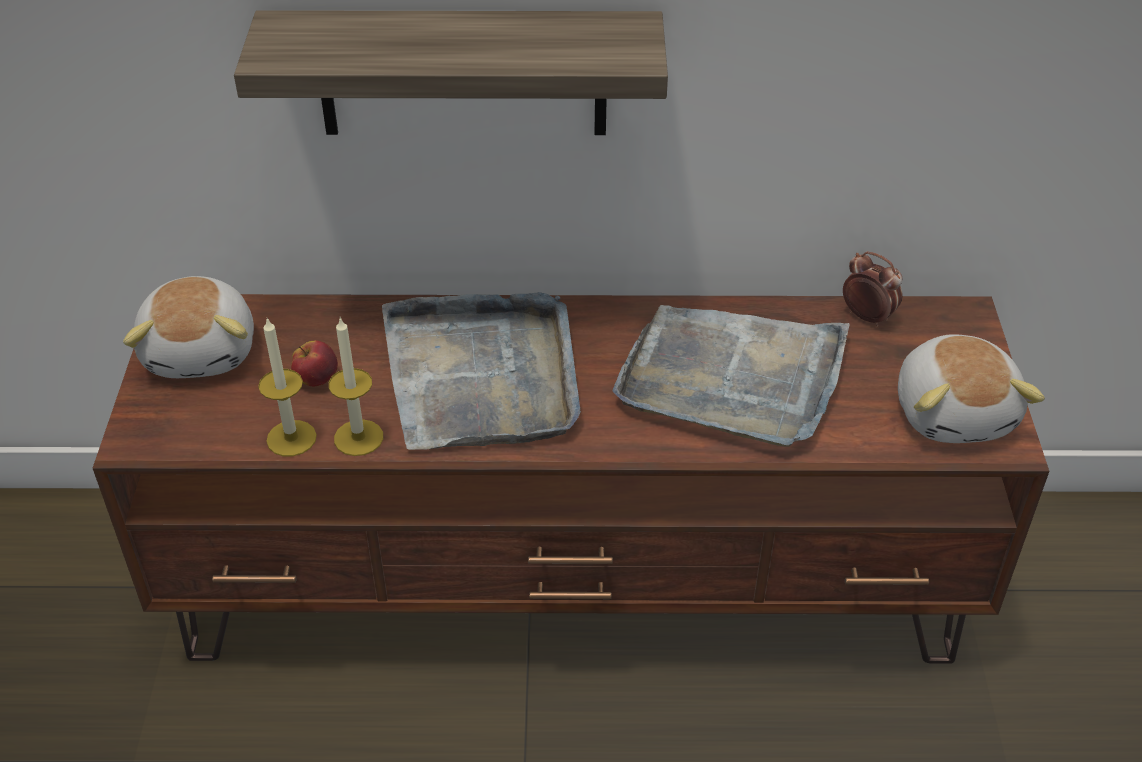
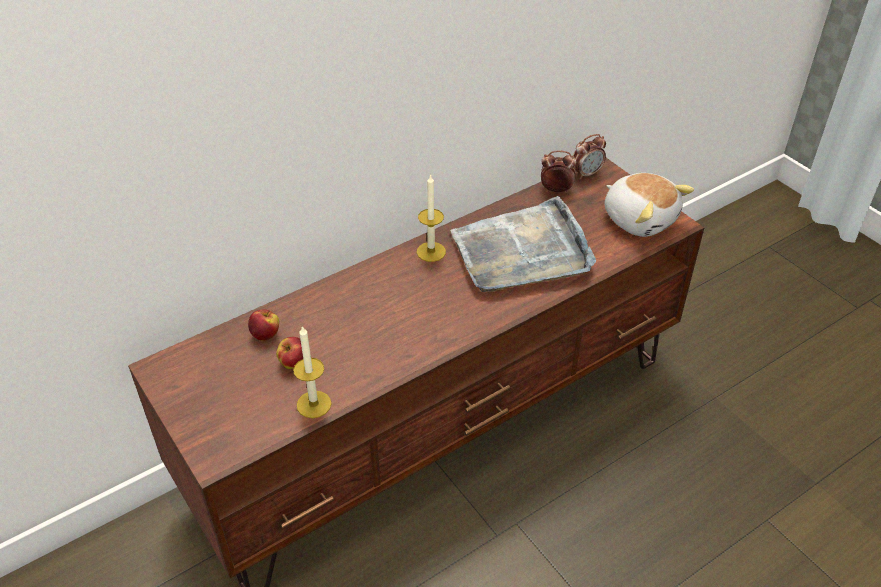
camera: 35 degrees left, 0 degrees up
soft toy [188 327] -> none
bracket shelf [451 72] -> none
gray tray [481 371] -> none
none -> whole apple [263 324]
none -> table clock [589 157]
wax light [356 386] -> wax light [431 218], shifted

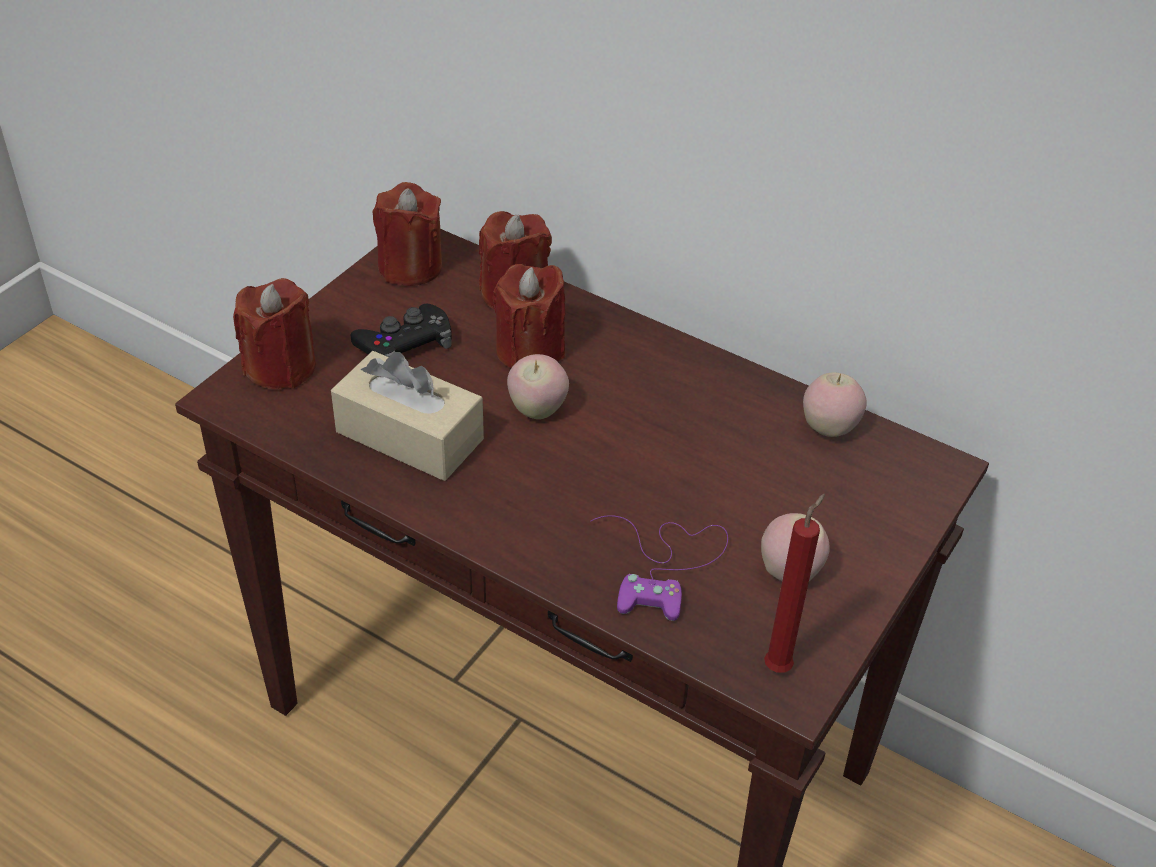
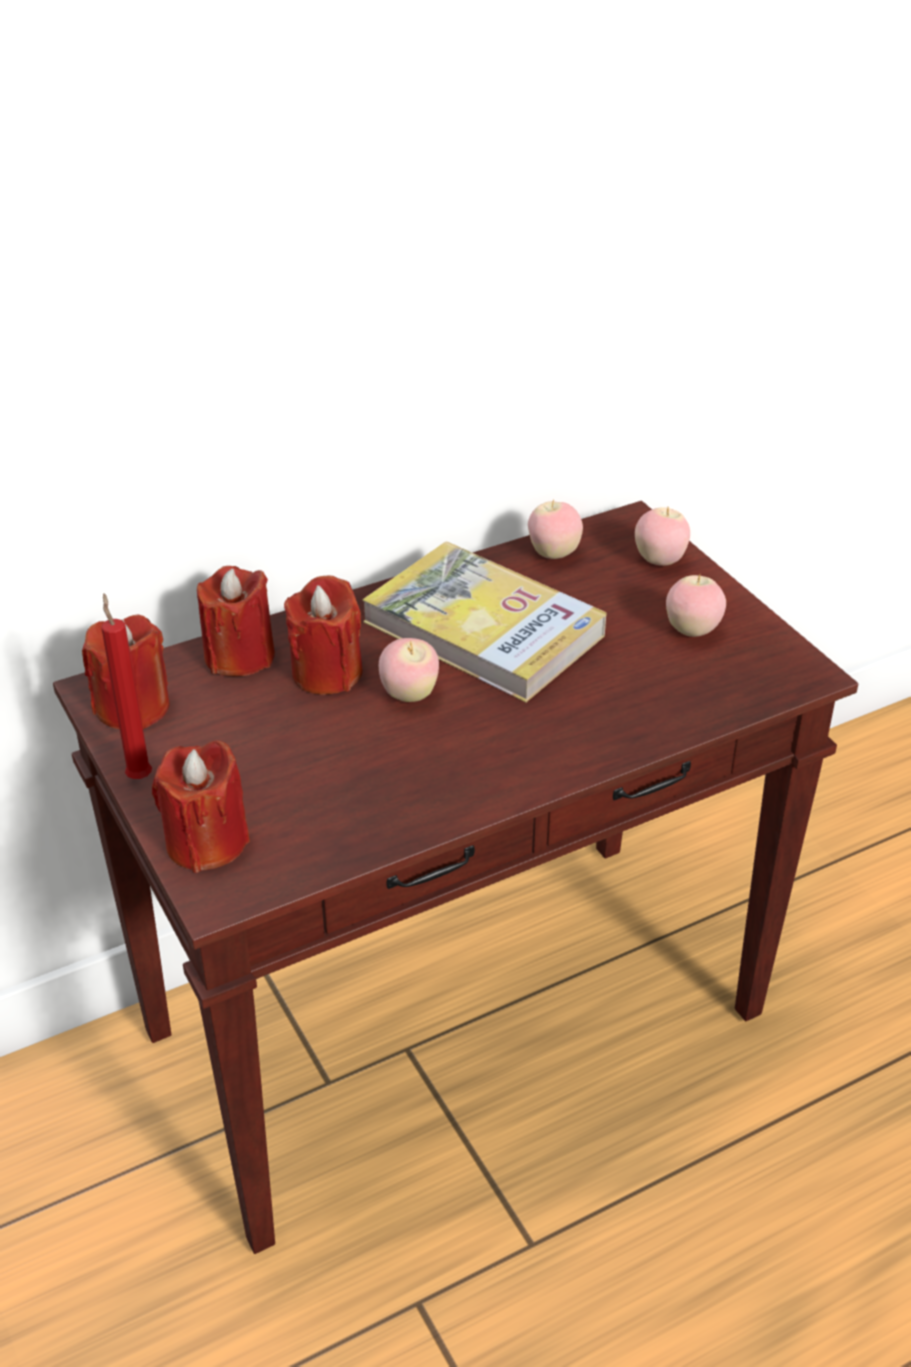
camera: 60 degrees left, 5 degrees down
beige-coloured tissue box [407 416] -> none
black-coloured joypad [401 330] -> none
purple joypad [659 568] -> none
none -> volume [484 622]
none -> whole apple [662 536]
red wax light [794 583] -> red wax light [126 686], shifted

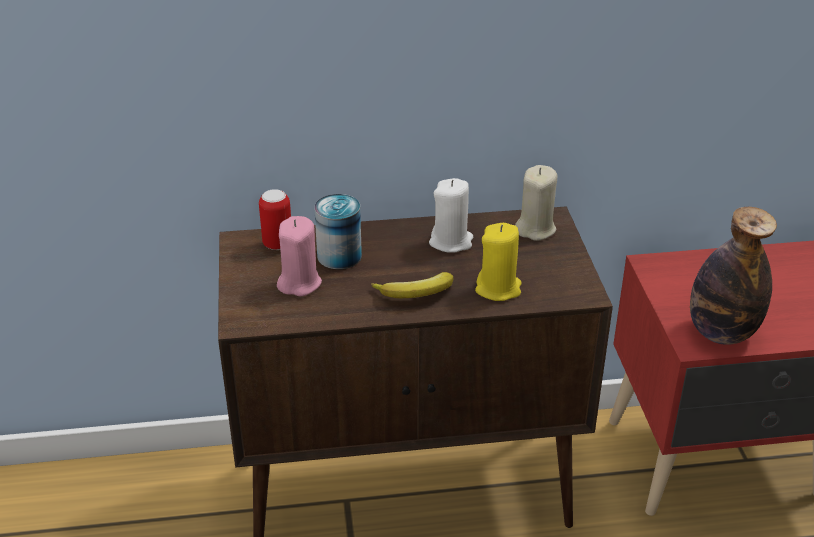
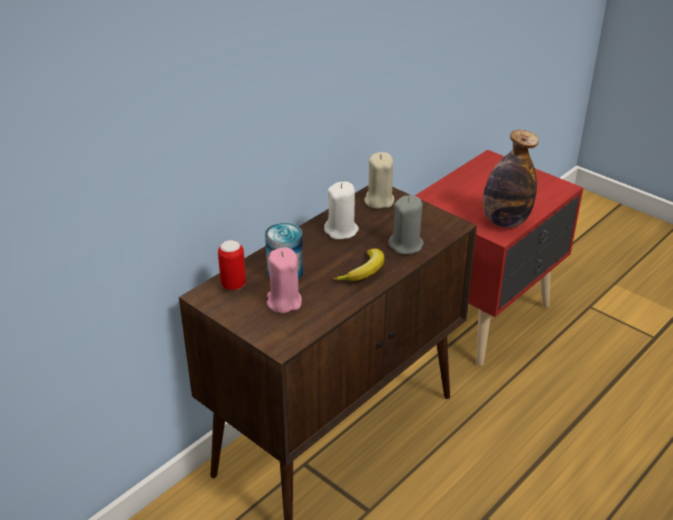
camera: 40 degrees left, 0 degrees up
yellowish wax light [498 262] -> gray wax light [406 224]

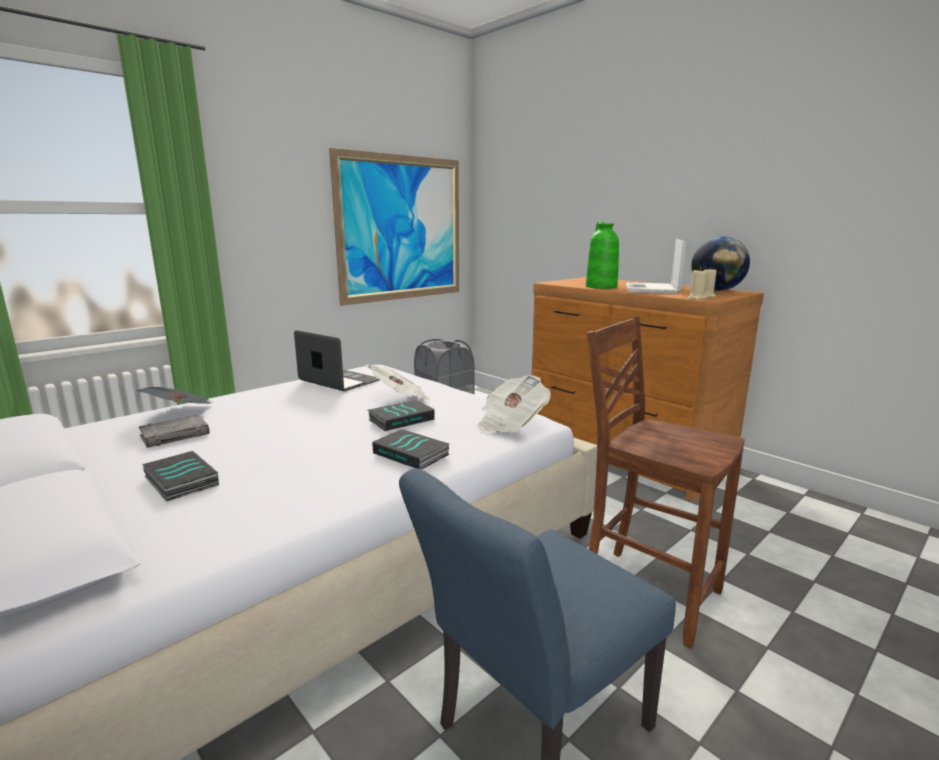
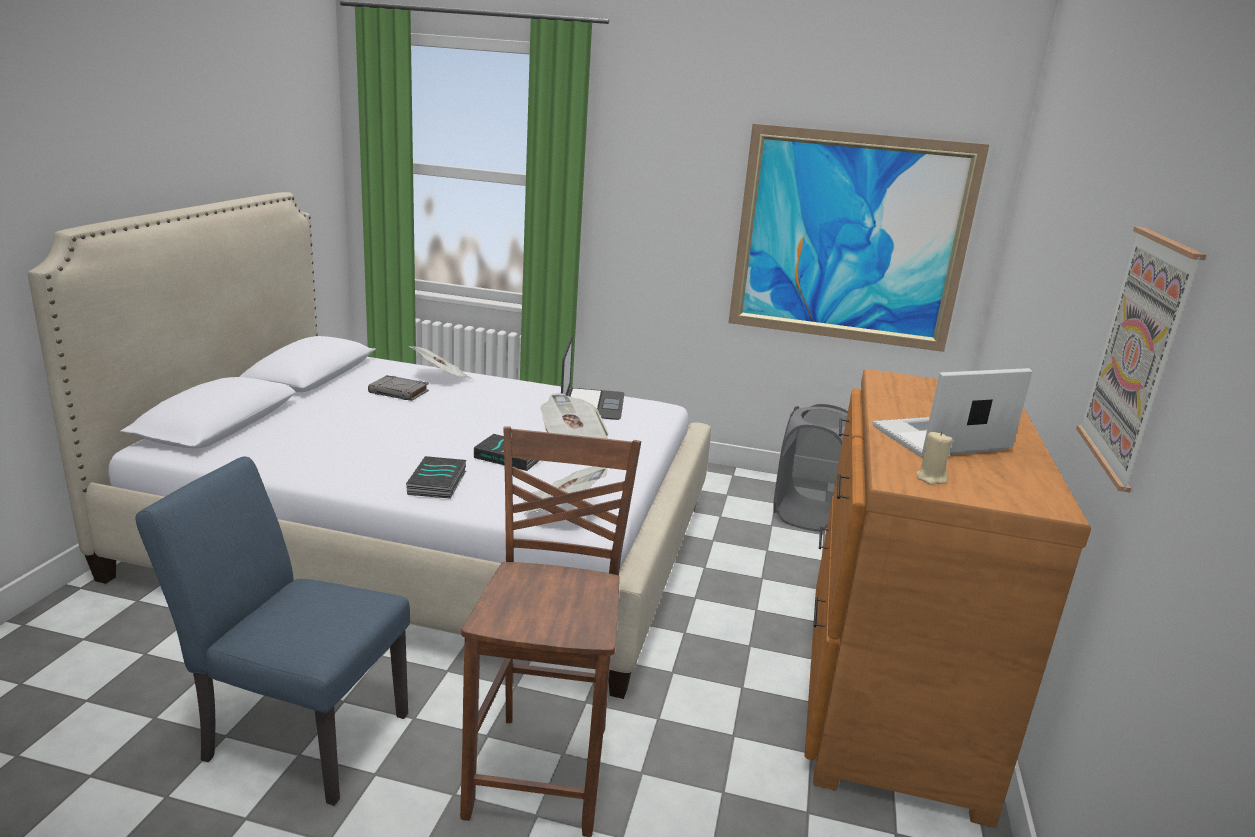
camera: 55 degrees right, 5 degrees up
volume [180 476] -> none
green vase [602 255] -> none
beige-coloured wax light [697 284] -> none
desk globe [720 263] -> none
none -> wall art [1141 359]

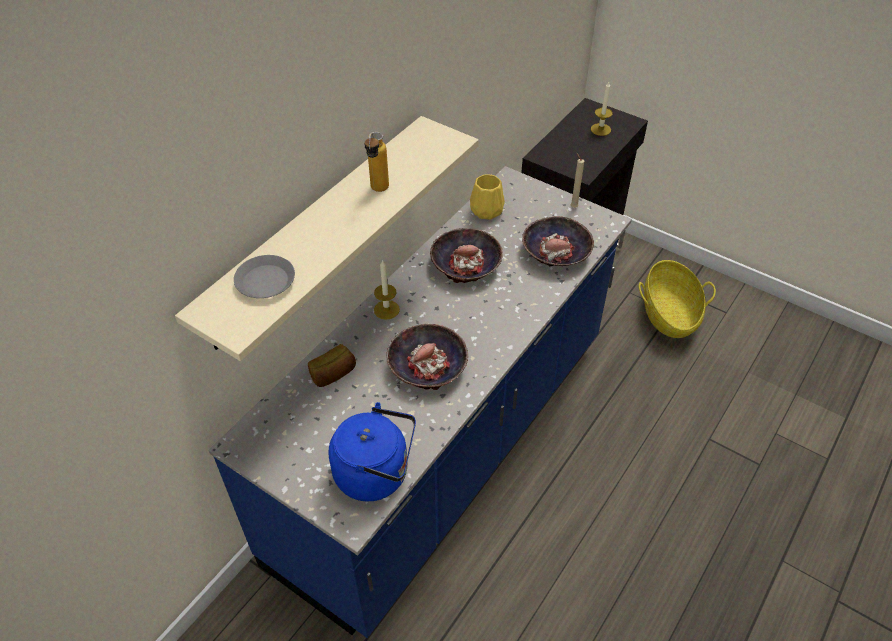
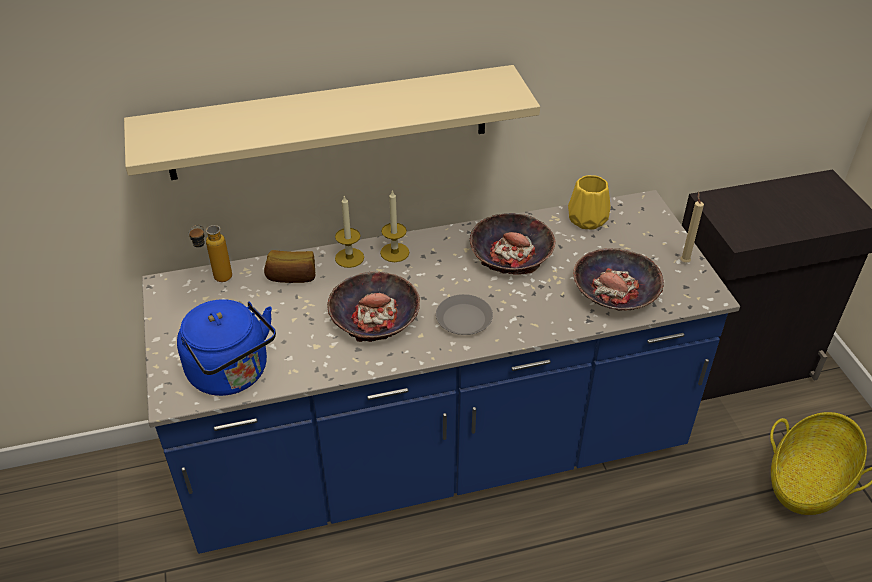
camera: 40 degrees right, 5 degrees down
gray plate [264 276] -> gray plate [464 314], shifted
bottle [376 162] -> bottle [210 253], shifted
wax light [602 109] -> wax light [349 232], shifted

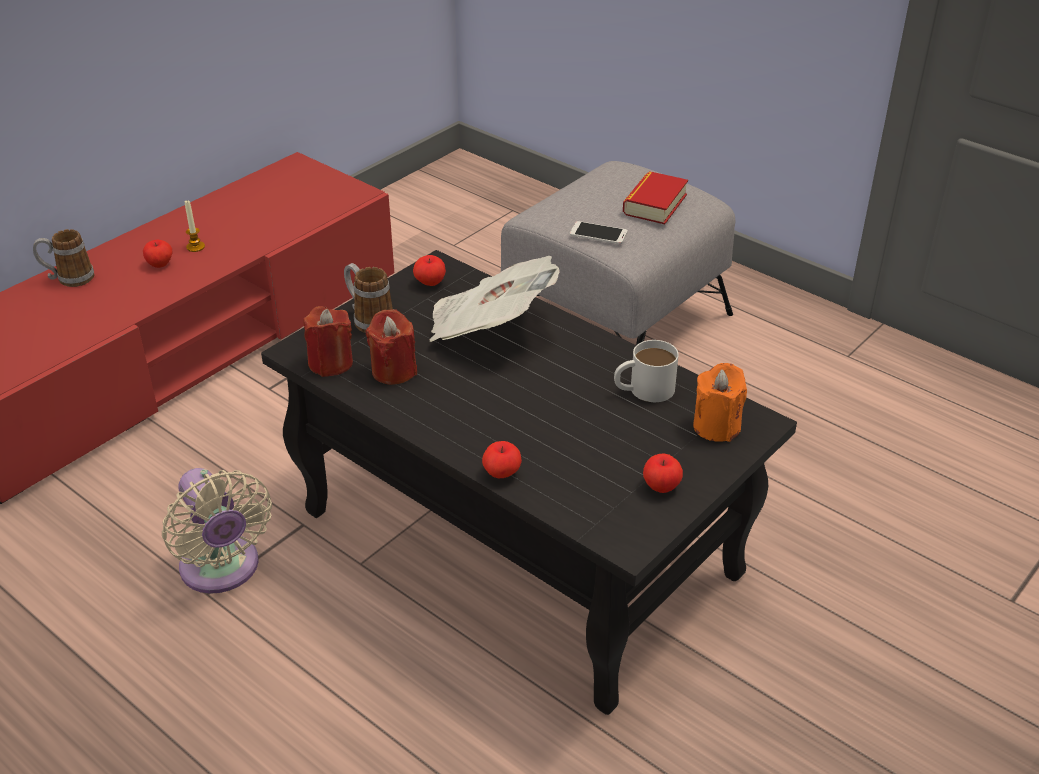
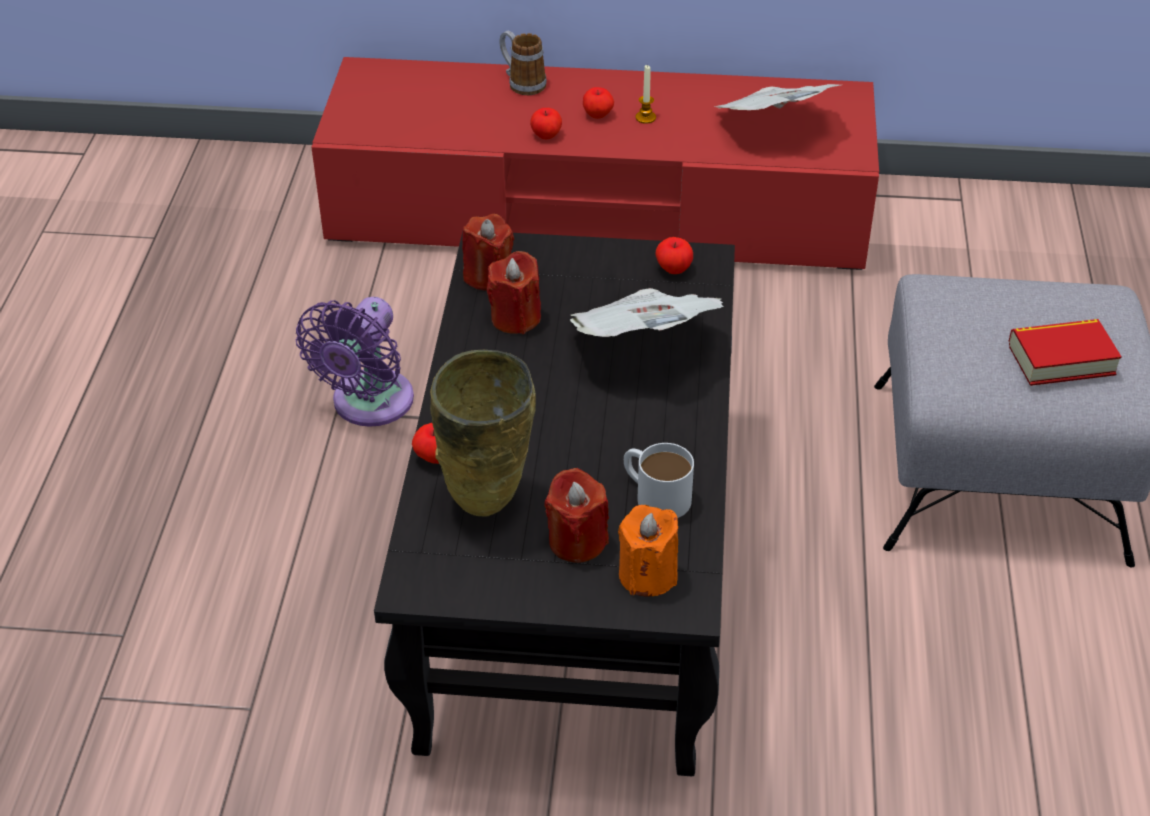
camera: 55 degrees right, 5 degrees up
mug [368 298] -> none
phone [599 232] -> none
none -> beige-coloured vase [483 433]
none -> red wax light [576 515]
none -> daily paper [777 97]
whole apple [663 473] -> whole apple [546 124], shifted
beige-coloured electric fan [217 531] -> purple electric fan [355 362]

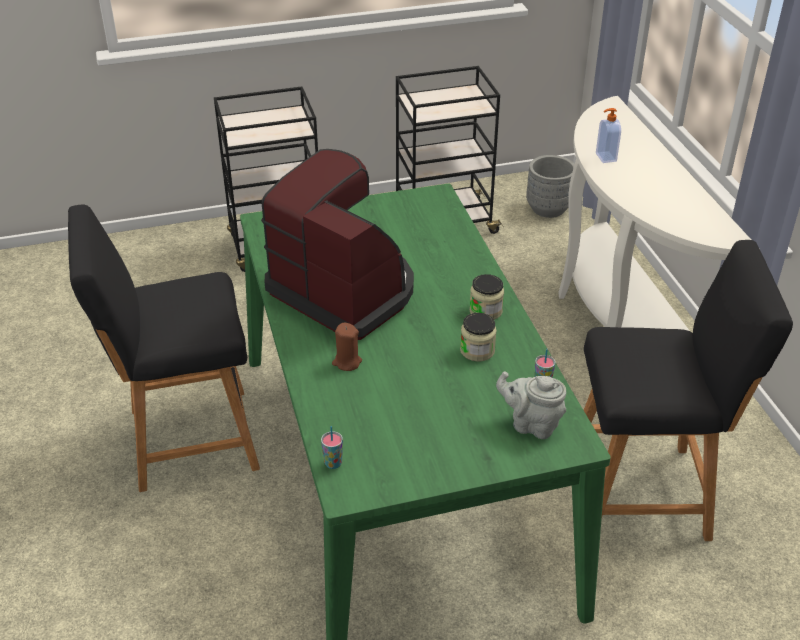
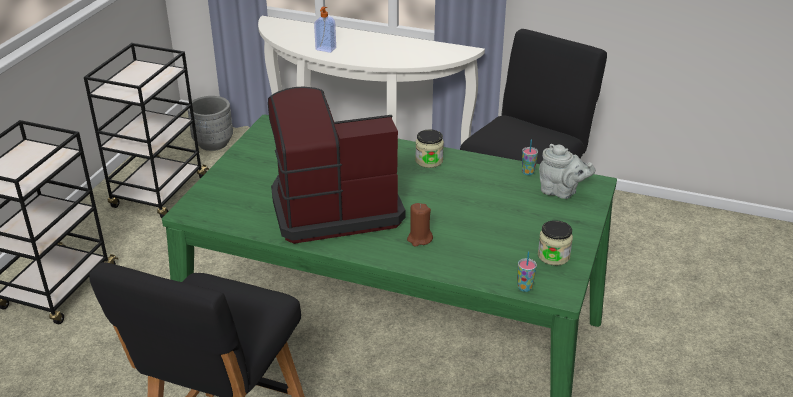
camera: 55 degrees left, 5 degrees down
storage jar [478 337] -> storage jar [555 243], shifted
gray teapot [531 405] -> gray teapot [567 171], 120 degrees counterclockwise

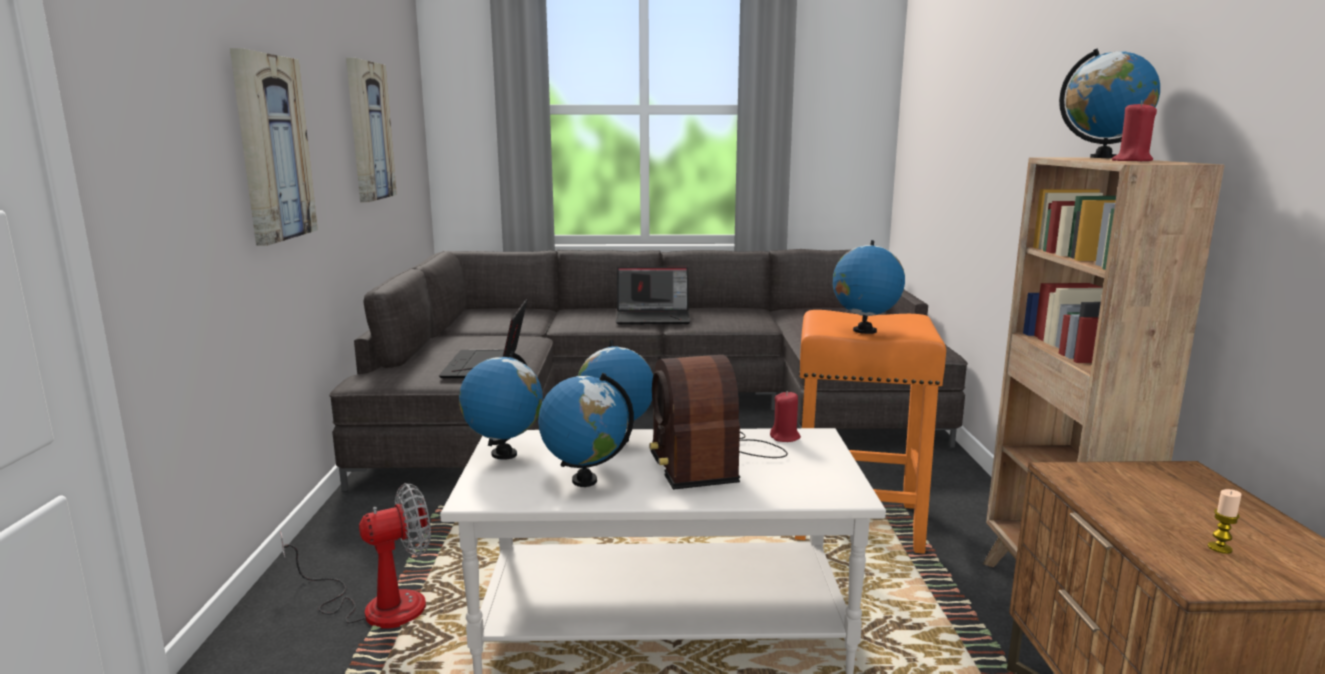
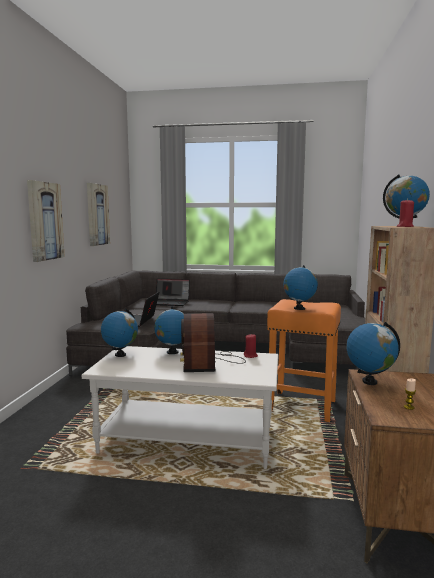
camera: 10 degrees right, 5 degrees down
electric fan [355 556] -> none
desk globe [586 430] -> desk globe [373 353], shifted
notebook computer [653 295] -> notebook computer [173 292], shifted

